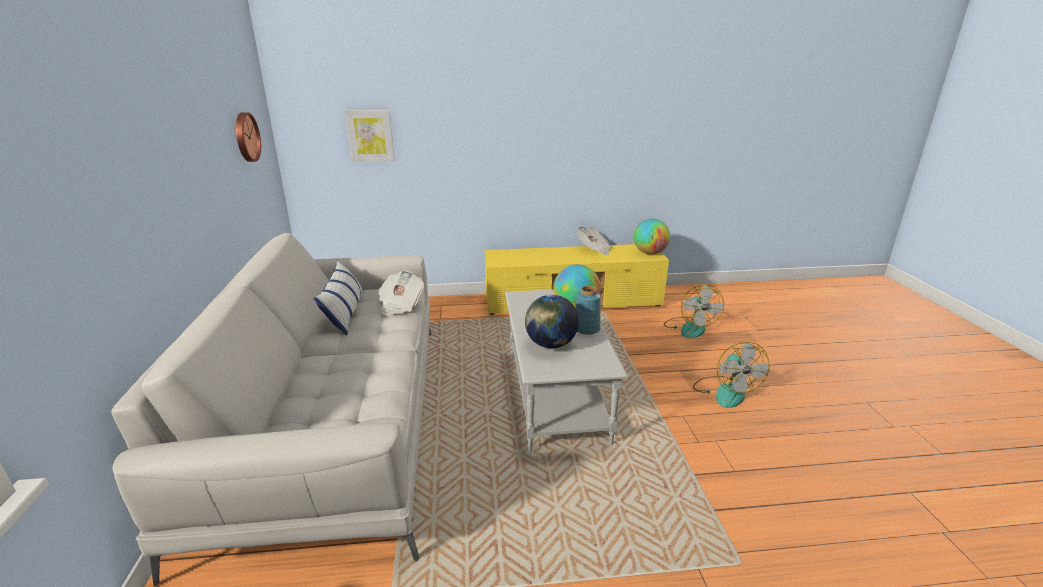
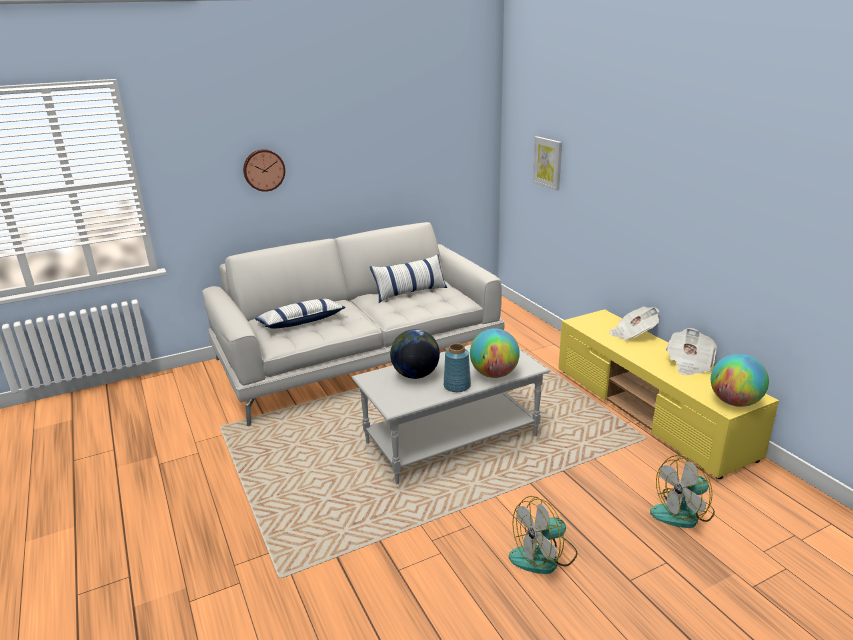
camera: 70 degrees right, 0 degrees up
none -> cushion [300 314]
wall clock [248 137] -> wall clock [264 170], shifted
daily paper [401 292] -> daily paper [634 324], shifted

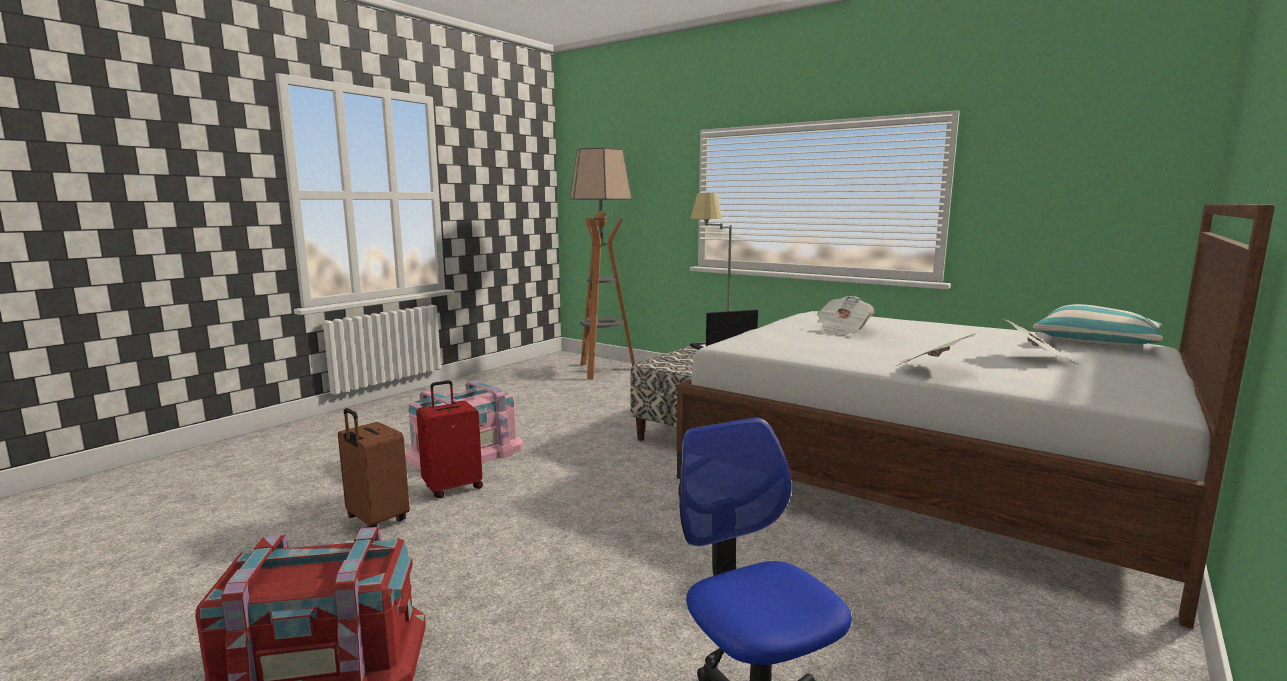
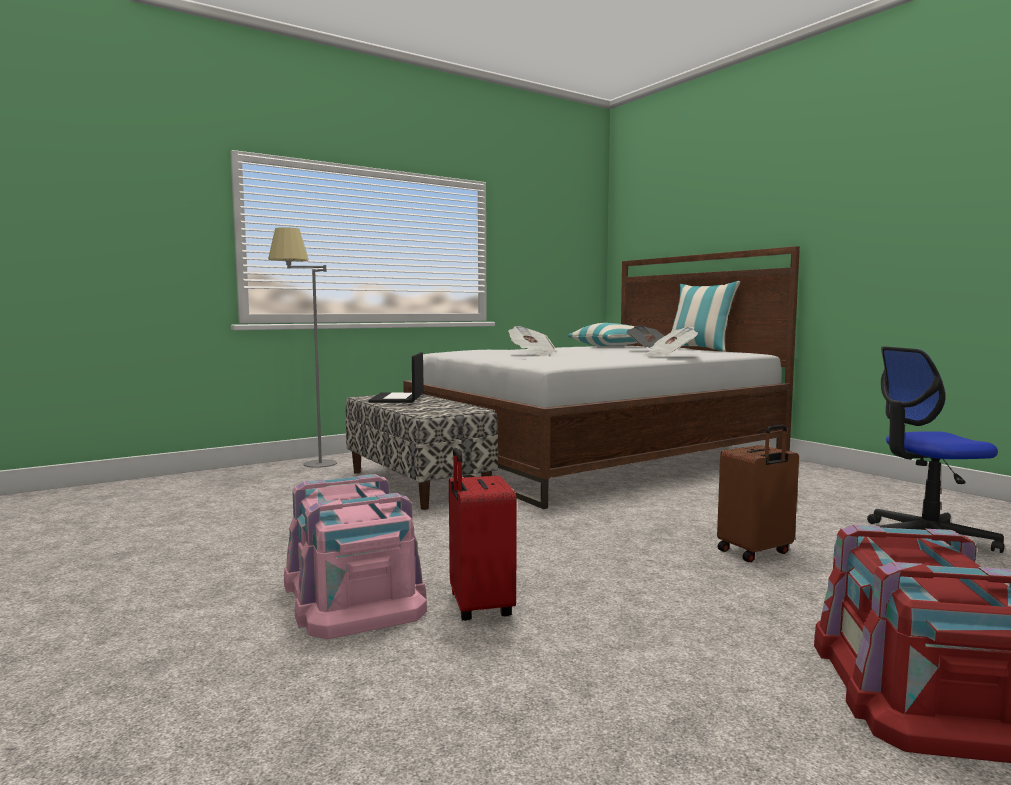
camera: 70 degrees left, 5 degrees down
floor lamp [602 263] -> none
none -> cushion [705 316]
brown suitcase [374 468] -> brown suitcase [758 493], shifted

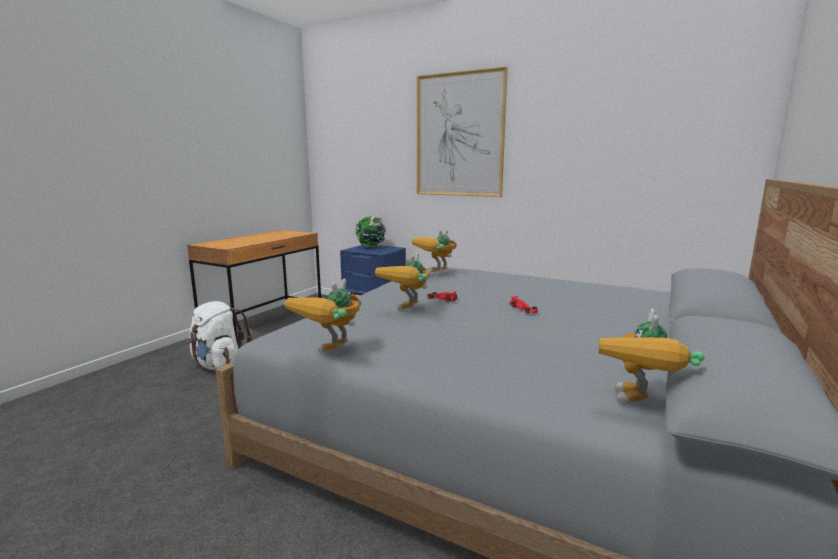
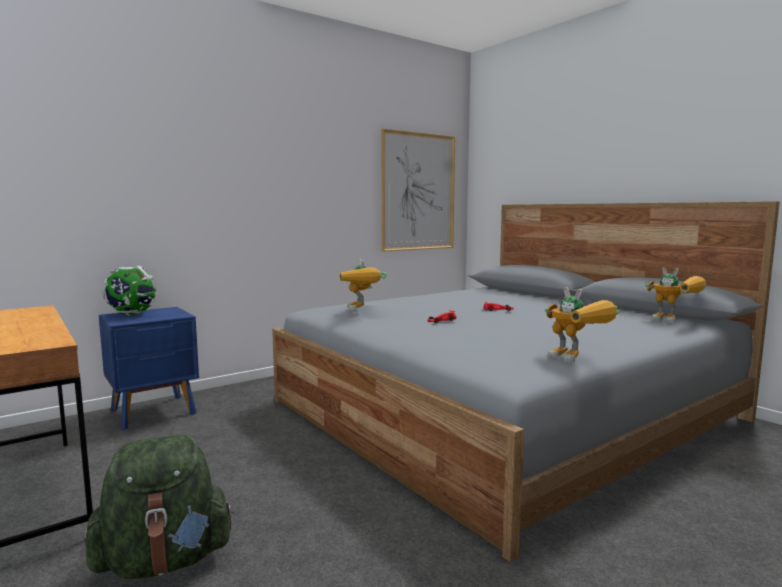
camera: 65 degrees left, 5 degrees down
toy robot [402 281] -> none
wall art [462 131] -> wall art [418 190], shifted
whitish rucksack [218 335] -> green rucksack [159 507]

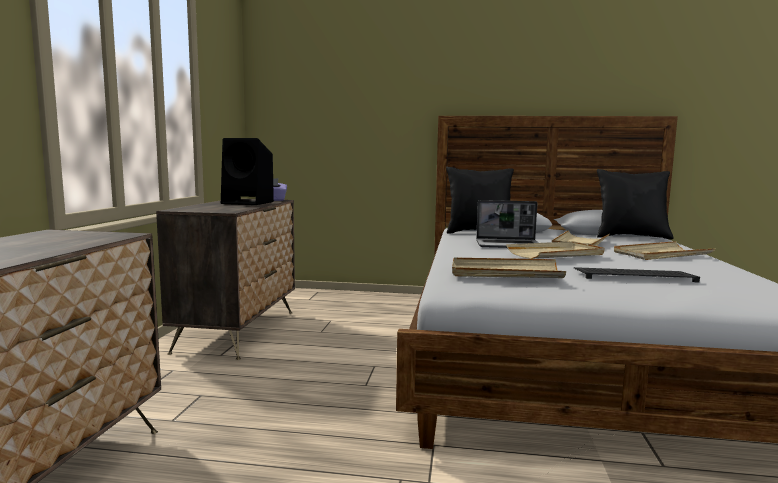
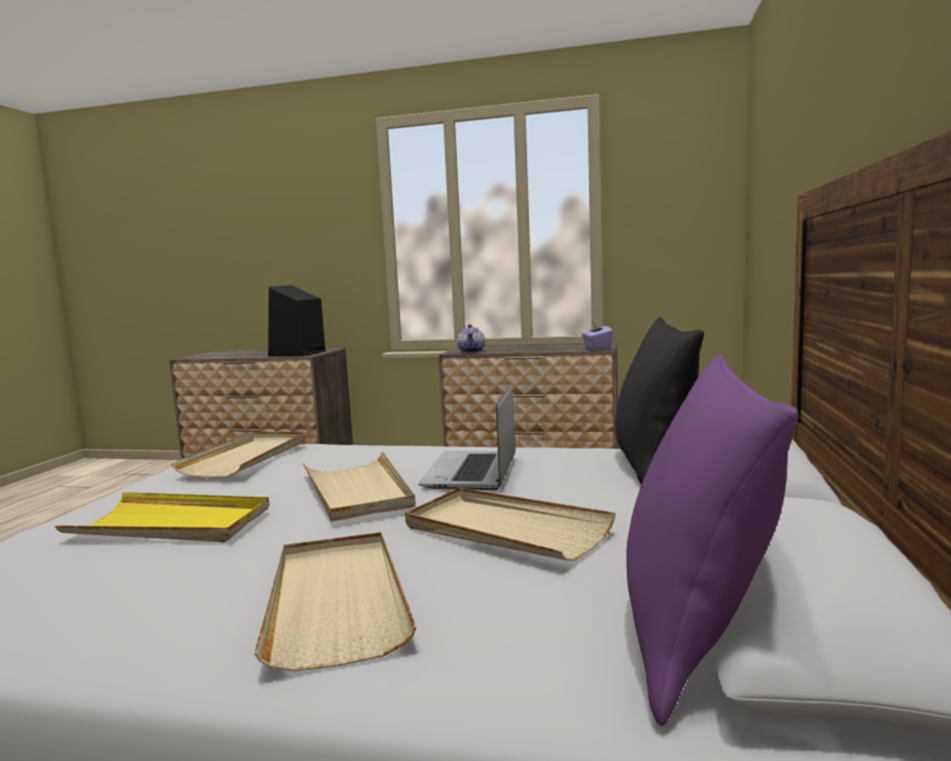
camera: 95 degrees right, 0 degrees up
none -> teapot [471 338]
black-coloured speaker [247 171] -> black-coloured speaker [296 321], shifted
computer keyboard [637 275] -> yellowish tray [162 517]
black-coloured cushion [635 204] -> purple cushion [712 540]

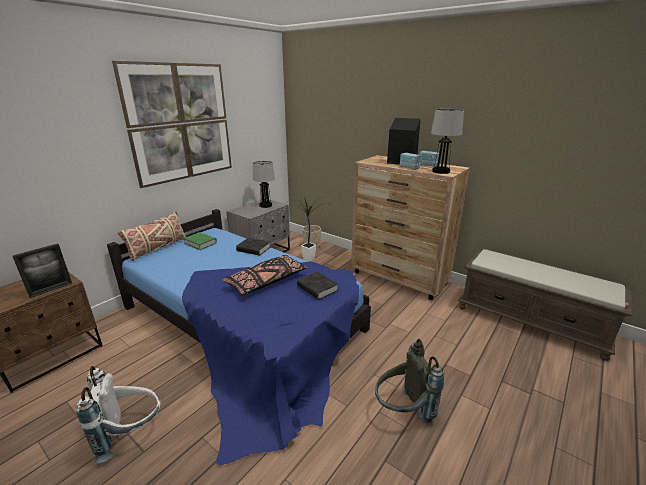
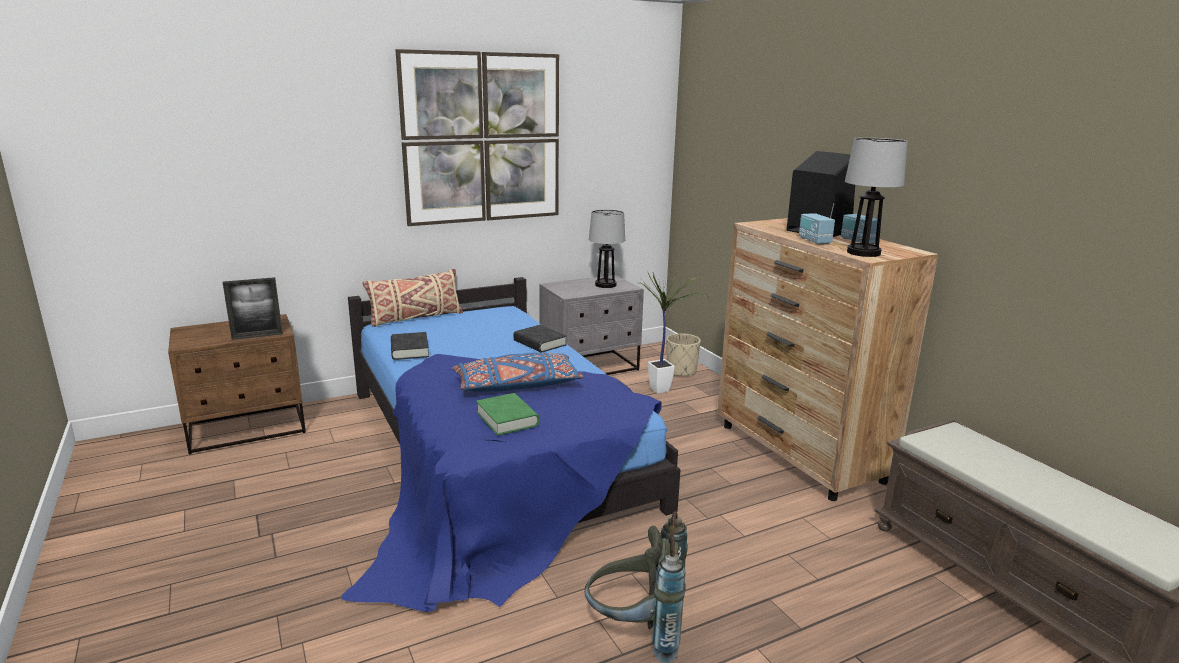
camera: 25 degrees right, 5 degrees down
whitish rucksack [118 414] -> none
green volume [200 241] -> green volume [507 414], shifted
black-coloured volume [317 286] -> black-coloured volume [410 346], shifted
black-coloured cushion [265 275] -> blue-coloured cushion [518 372]

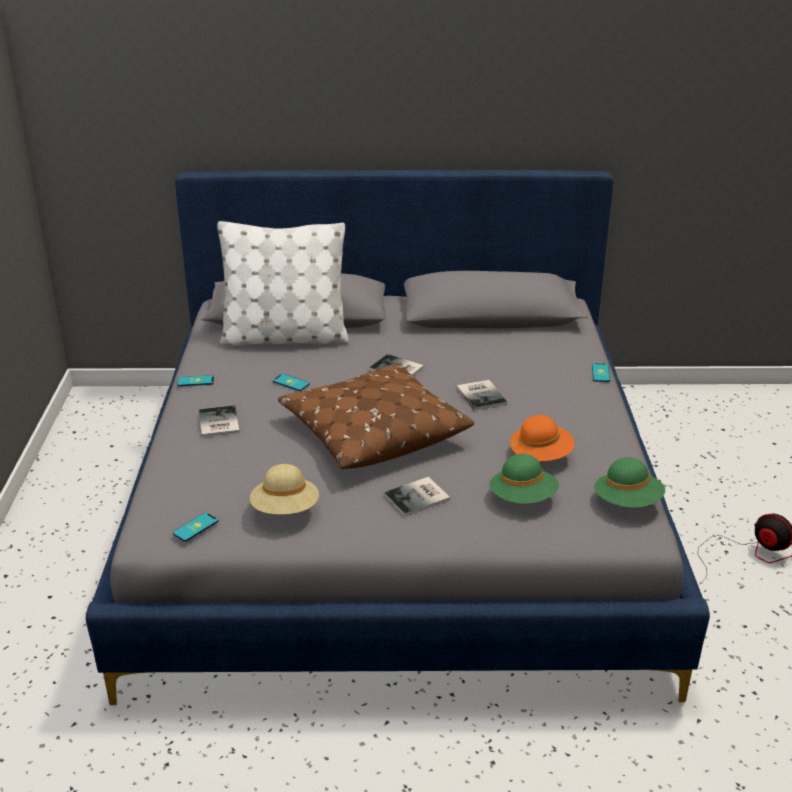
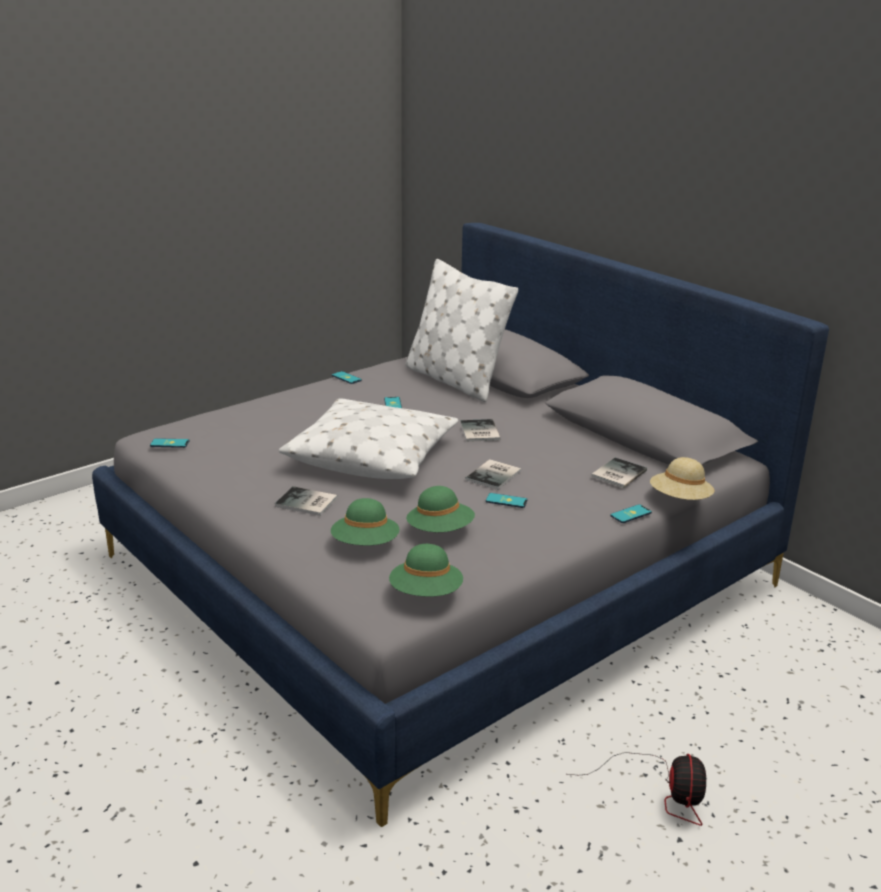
camera: 50 degrees right, 5 degrees down
none -> phone [507 500]
volume [219 421] -> volume [619 473], shifted
beige-coloured wearable hat [284 489] -> beige-coloured wearable hat [682 478], shifted
brown cushion [376 416] -> whitish cushion [368 438]
orange wearable hat [541 438] -> green wearable hat [440 509]

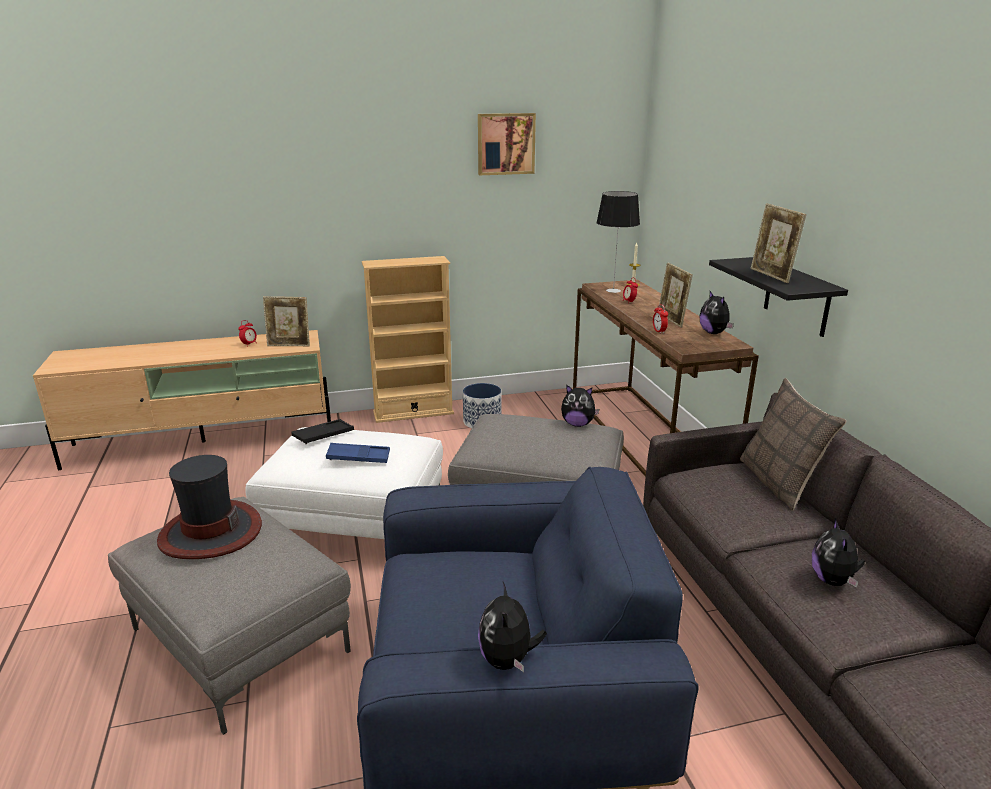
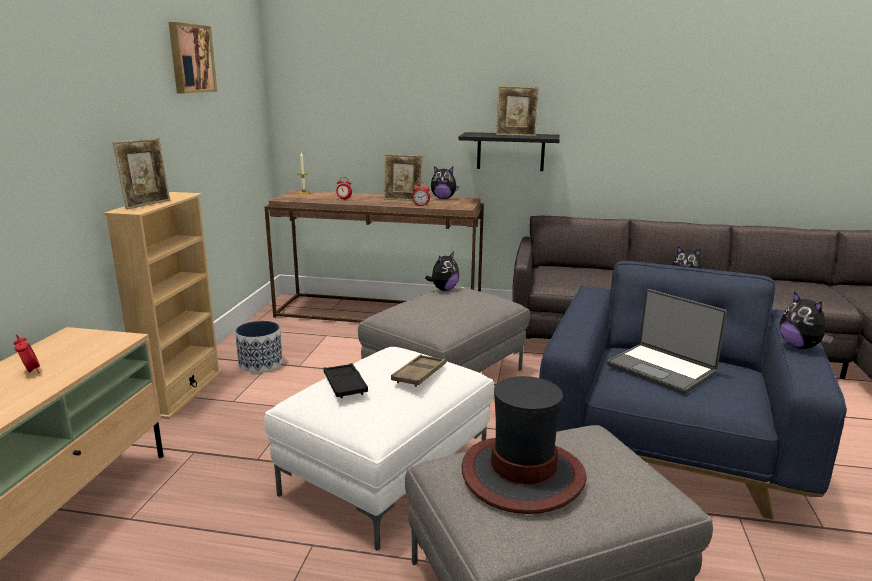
camera: 65 degrees left, 5 degrees down
tabletop lamp [618 242] -> none
cushion [793 444] -> none
none -> notebook computer [667 341]
standing frame [286 321] -> standing frame [141 173], shifted
blue-coloured tray [358 453] -> brown tray [418 371]
soft toy [512 627] -> soft toy [806 320], 45 degrees clockwise

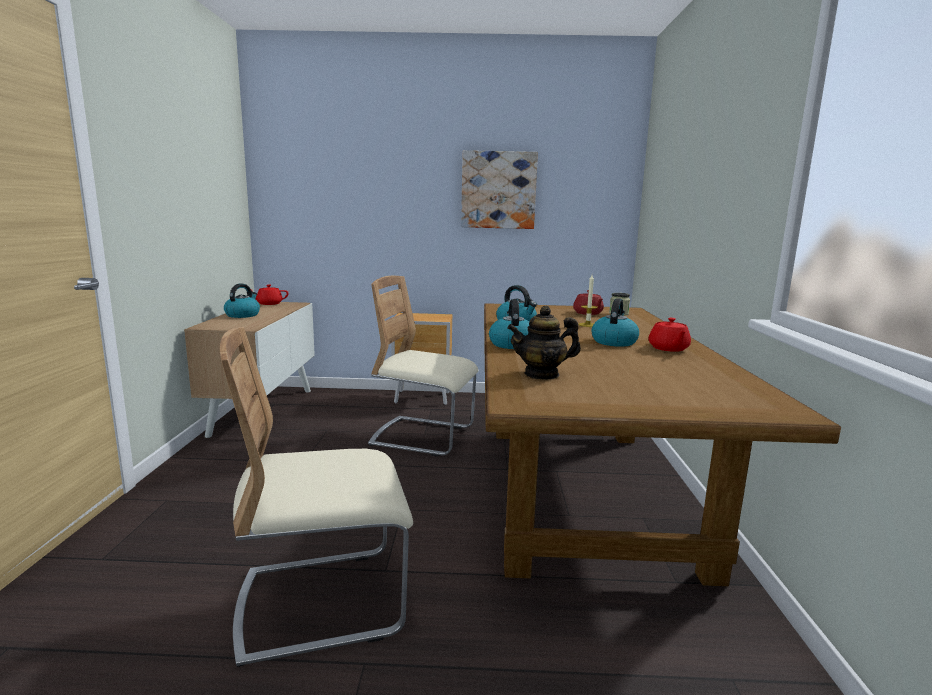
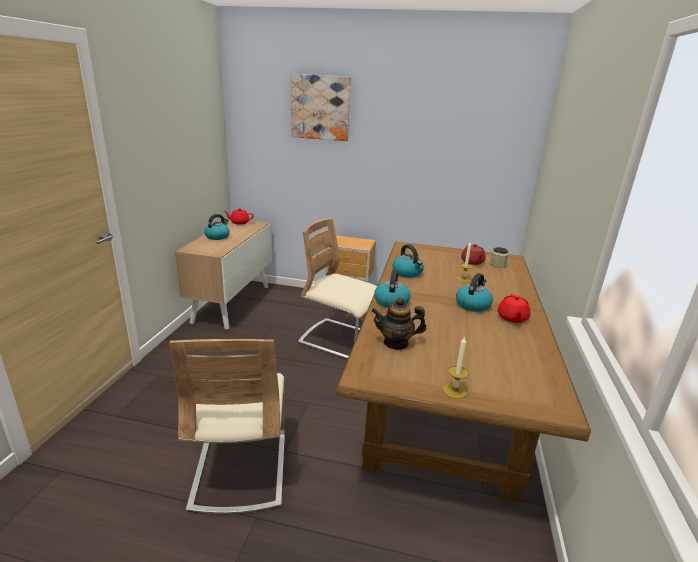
camera: 10 degrees right, 10 degrees up
none -> wax light [456 367]
wall art [499 189] -> wall art [321 107], shifted
beige-coloured upright chair [316 497] -> beige-coloured upright chair [227 426], 90 degrees counterclockwise

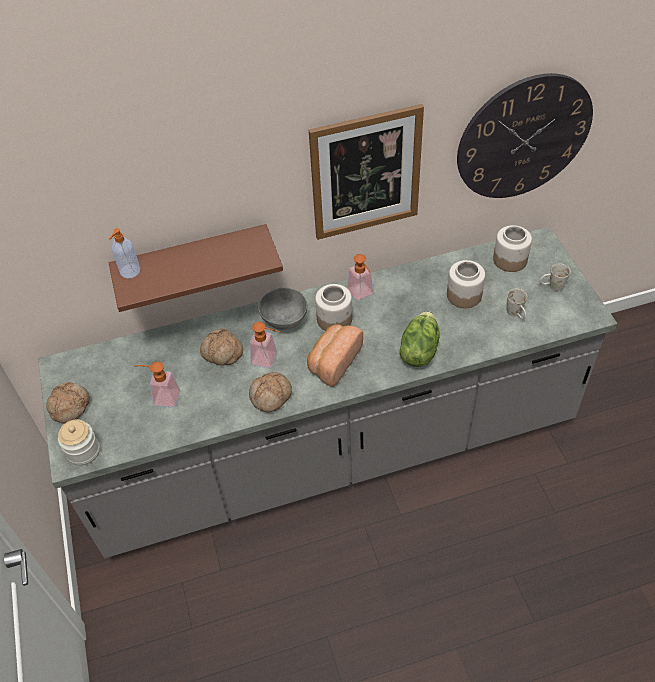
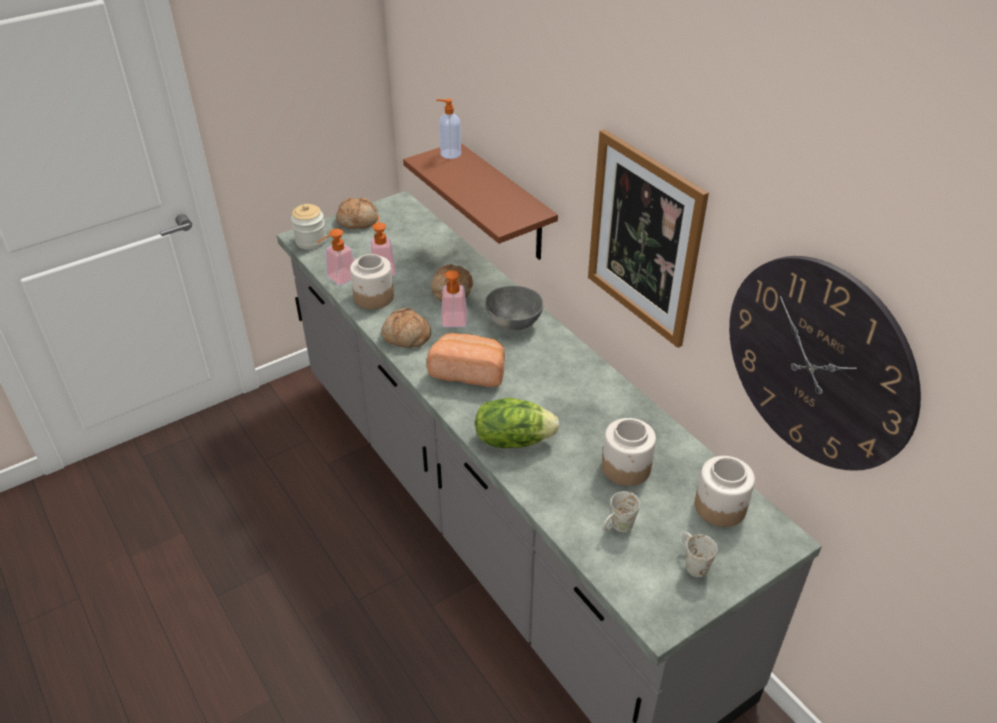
camera: 70 degrees right, 10 degrees down
storage jar [333 307] -> storage jar [372 281], shifted
soap dispenser [360 277] -> soap dispenser [335 257], shifted

